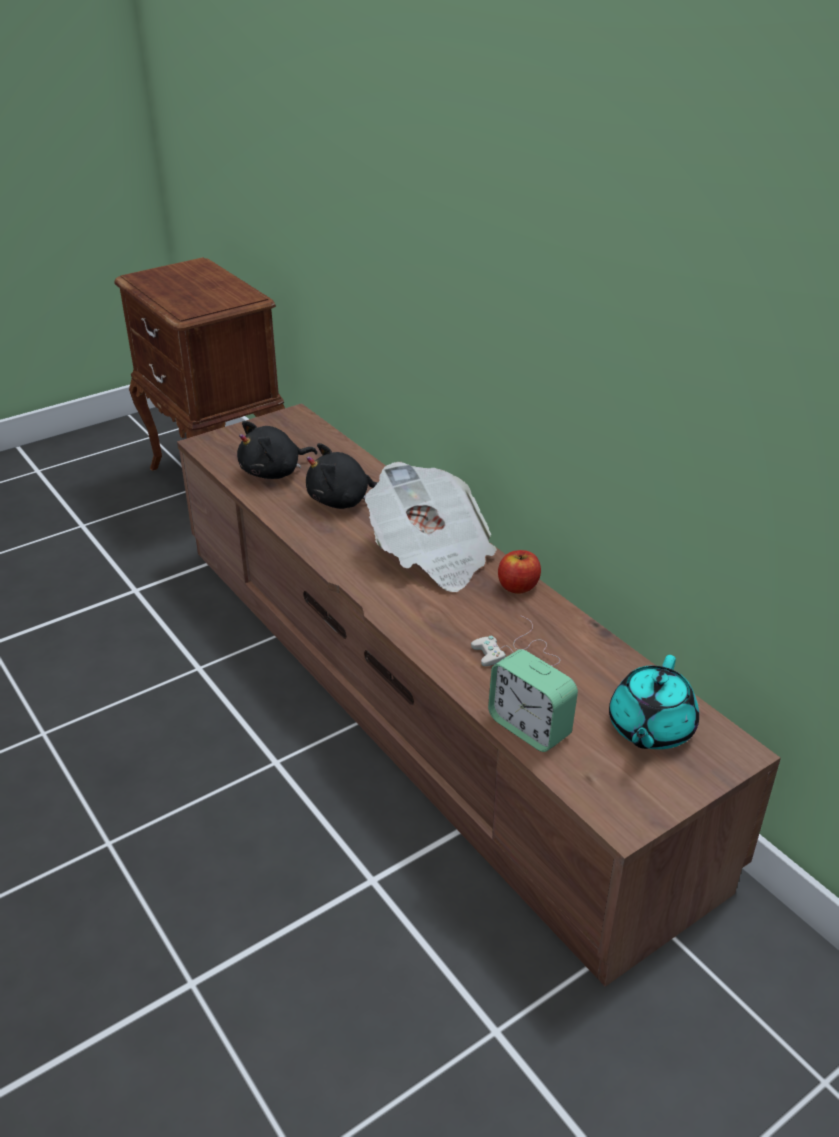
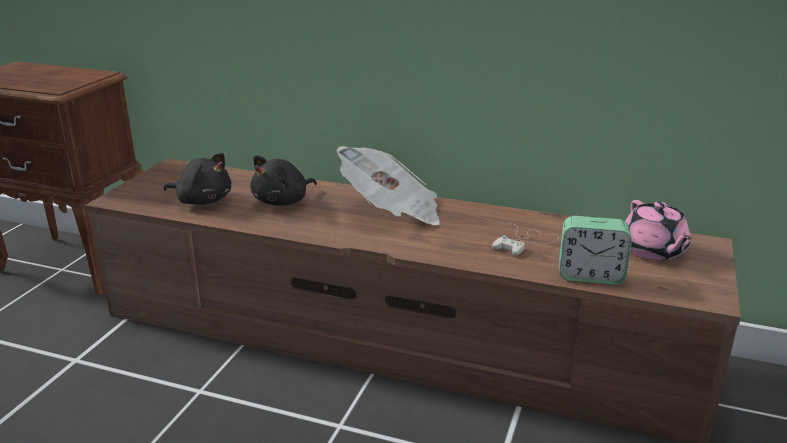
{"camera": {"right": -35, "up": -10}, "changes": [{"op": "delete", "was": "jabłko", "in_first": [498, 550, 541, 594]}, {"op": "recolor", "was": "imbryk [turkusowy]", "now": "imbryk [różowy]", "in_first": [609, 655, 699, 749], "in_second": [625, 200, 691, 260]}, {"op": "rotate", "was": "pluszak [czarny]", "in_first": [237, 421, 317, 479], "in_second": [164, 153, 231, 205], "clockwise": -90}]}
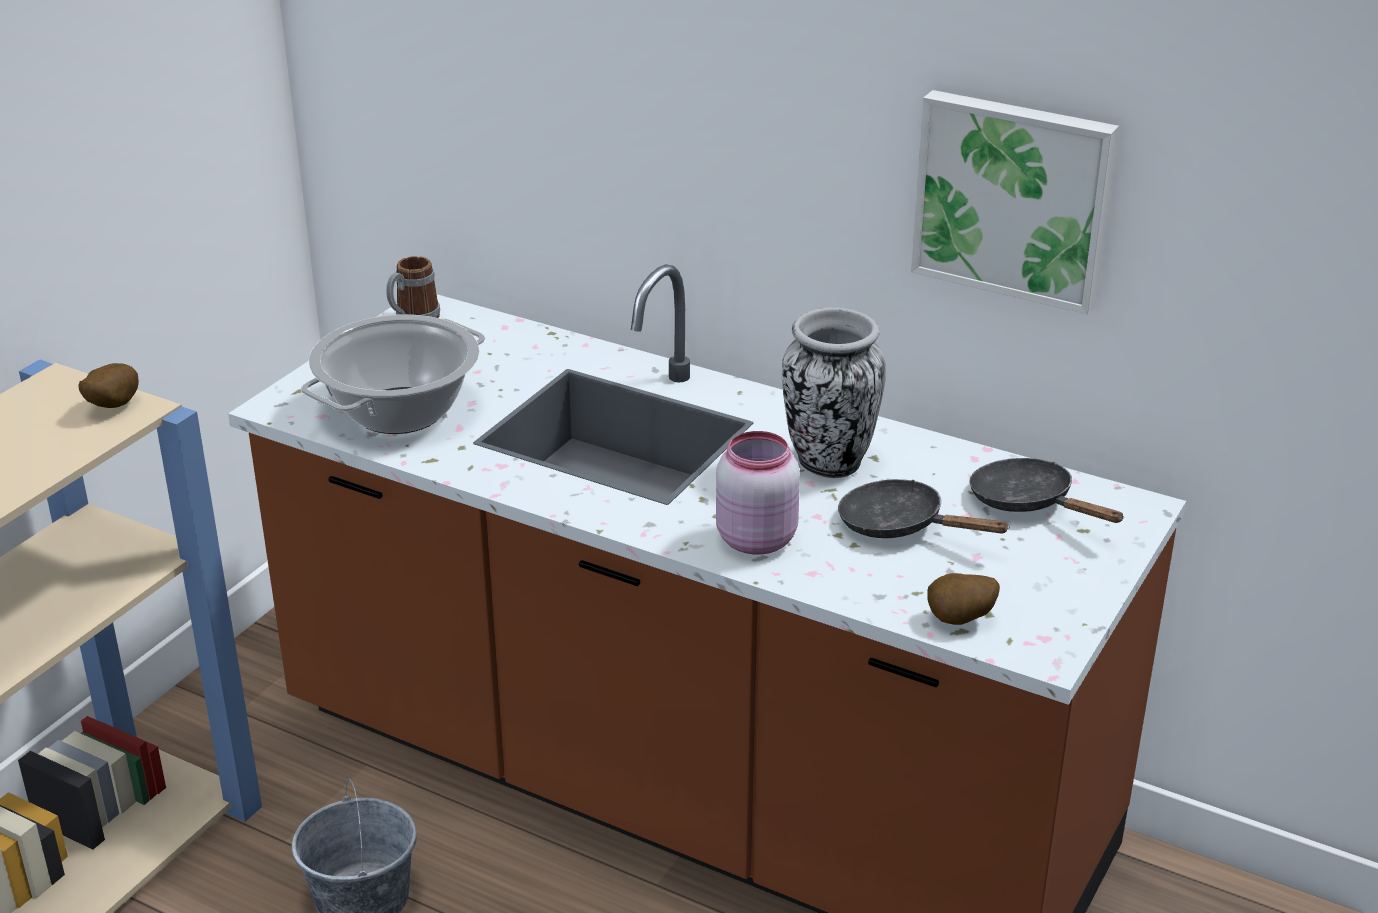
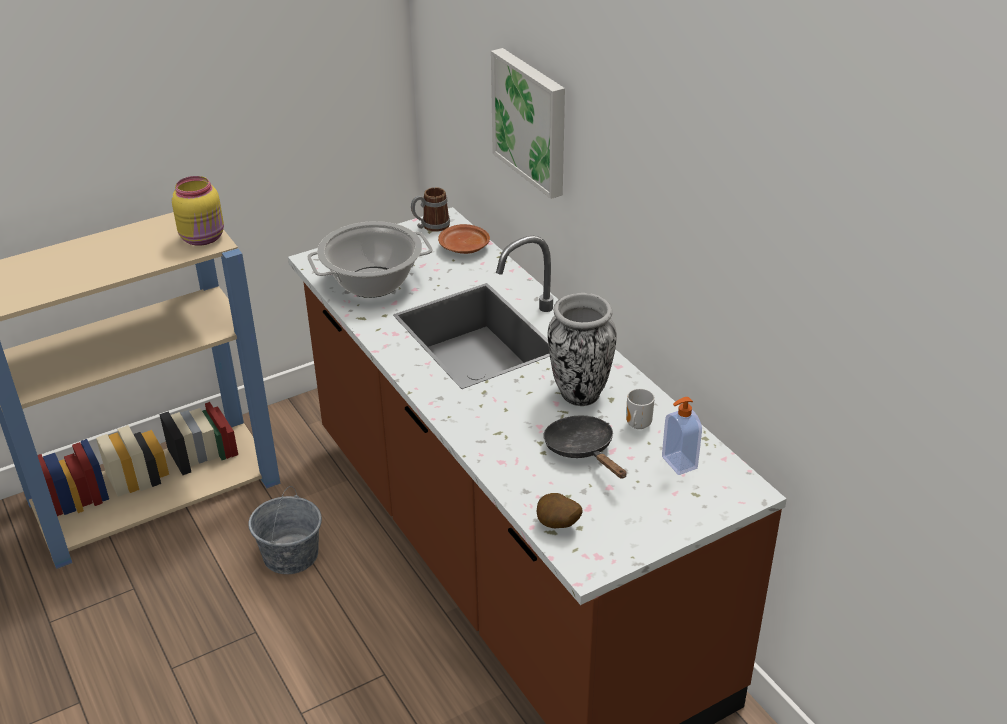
{"camera": {"right": 30, "up": 5}, "changes": [{"op": "delete", "was": "słoik [różowy]", "in_first": [716, 431, 800, 555]}, {"op": "insert", "now": "talerz [brązowy]", "in_second": [438, 224, 490, 254]}, {"op": "insert", "now": "kubek", "in_second": [626, 389, 655, 429]}, {"op": "move", "was": "obraz", "in_first": [911, 90, 1119, 314], "in_second": [491, 48, 565, 199]}, {"op": "replace", "was": "ziemniak", "now": "słoik [żółty]", "in_first": [78, 363, 139, 408], "in_second": [172, 176, 224, 246]}, {"op": "replace", "was": "patelnia [czarny]", "now": "dozownik mydła", "in_first": [969, 458, 1124, 523], "in_second": [662, 397, 702, 475]}]}
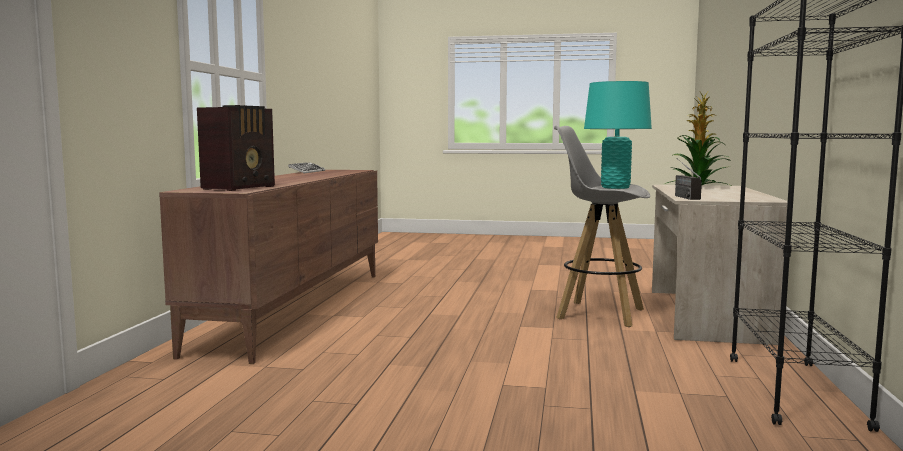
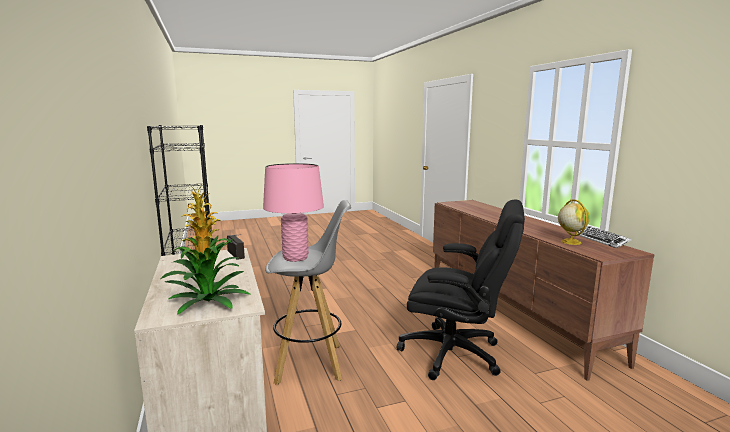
{"camera": {"right": 150, "up": 5}, "changes": [{"op": "delete", "was": "radio", "in_first": [197, 105, 275, 191]}, {"op": "insert", "now": "krzesło biurowe [czarny]", "in_second": [397, 200, 525, 380]}, {"op": "insert", "now": "globus", "in_second": [558, 199, 590, 245]}, {"op": "recolor", "was": "lampa stołowa [turkusowy]", "now": "lampa stołowa [różowy]", "in_first": [584, 81, 652, 189], "in_second": [263, 163, 324, 262]}]}
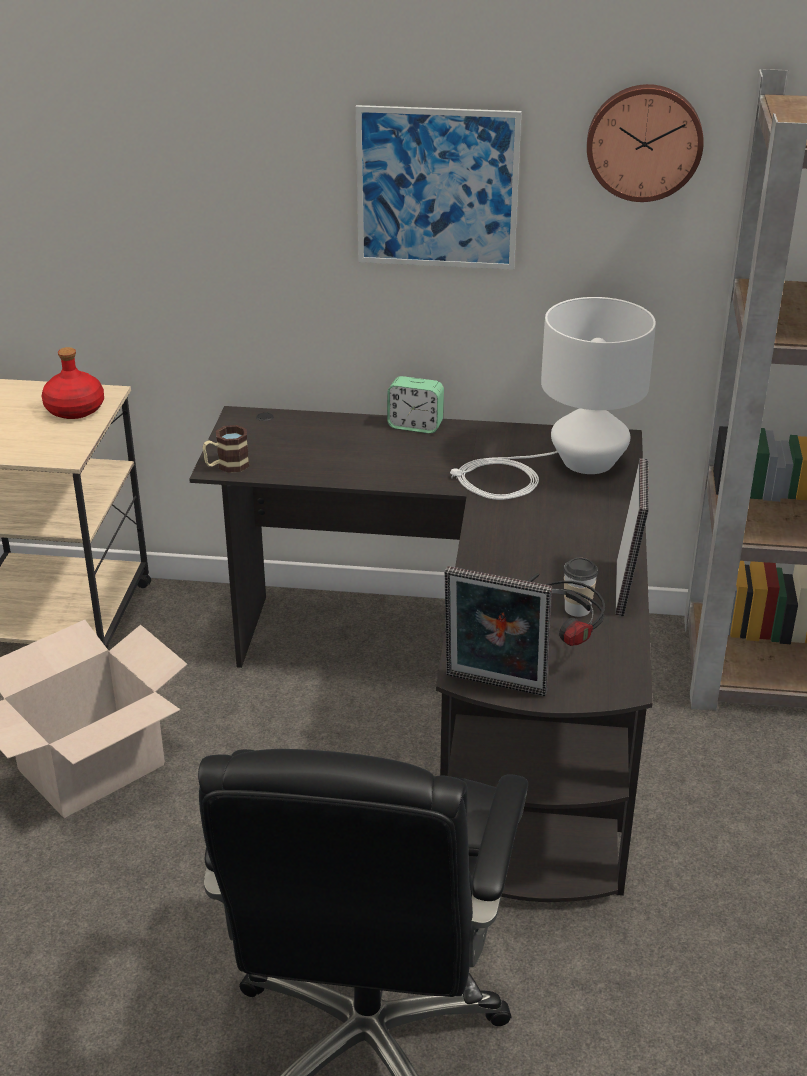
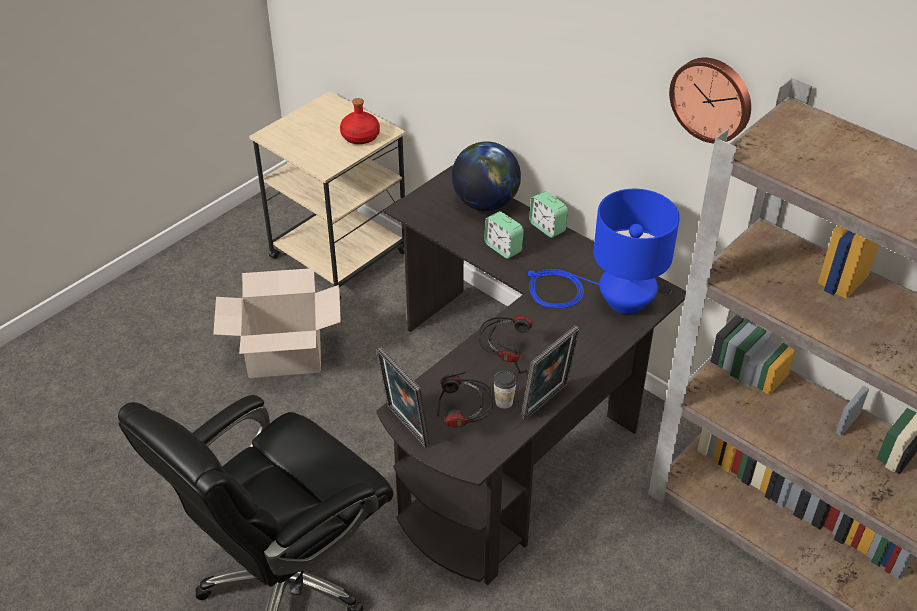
{"camera": {"right": 35, "up": 10}, "changes": [{"op": "delete", "was": "kubek", "in_first": [203, 425, 249, 473]}, {"op": "delete", "was": "obraz", "in_first": [356, 105, 522, 270]}, {"op": "insert", "now": "globus", "in_second": [451, 141, 521, 211]}, {"op": "insert", "now": "słuchawki", "in_second": [479, 315, 533, 374]}, {"op": "insert", "now": "budzik", "in_second": [484, 211, 524, 259]}, {"op": "recolor", "was": "lampa stołowa [biały]", "now": "lampa stołowa [niebieski]", "in_first": [450, 297, 656, 500], "in_second": [528, 189, 680, 314]}]}
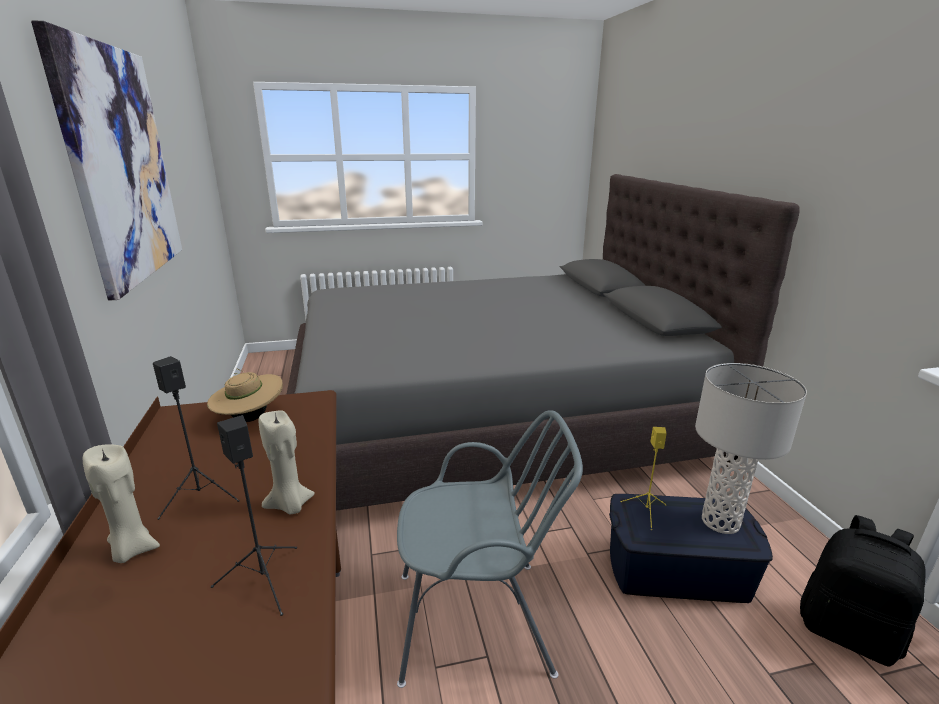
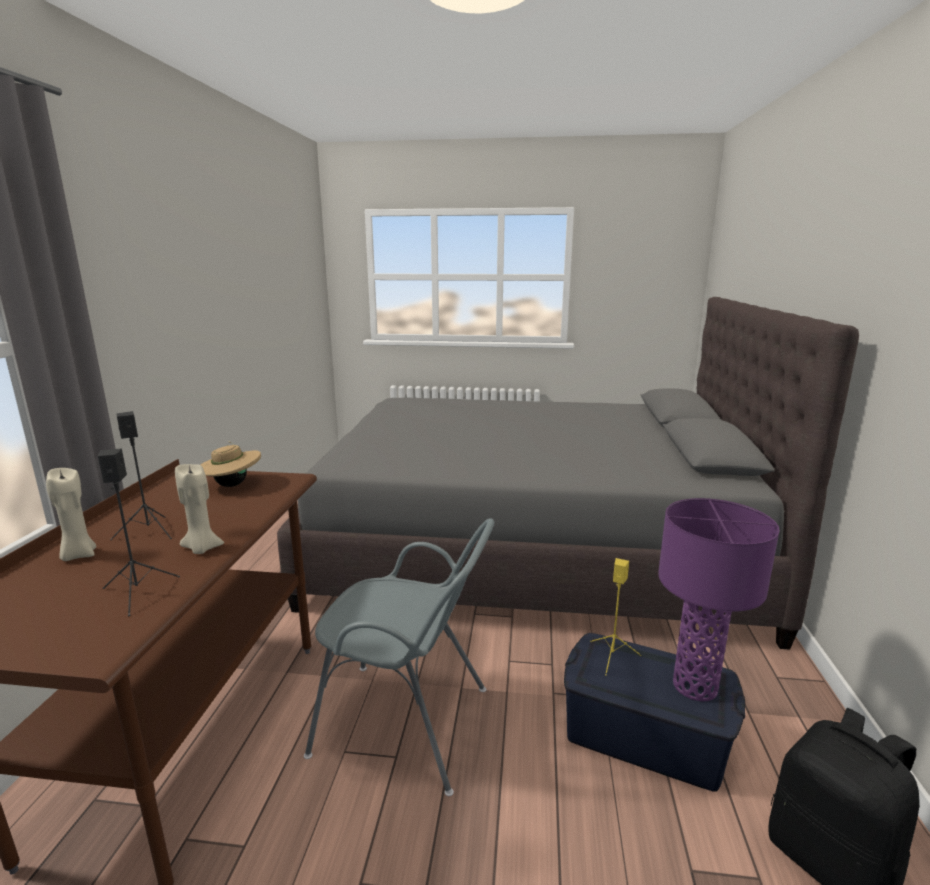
{"camera": {"right": 20, "up": -5}, "changes": [{"op": "delete", "was": "obraz", "in_first": [31, 20, 182, 301]}, {"op": "recolor", "was": "lampa stołowa [biały]", "now": "lampa stołowa [fioletowy]", "in_first": [695, 363, 807, 534], "in_second": [658, 498, 779, 701]}]}
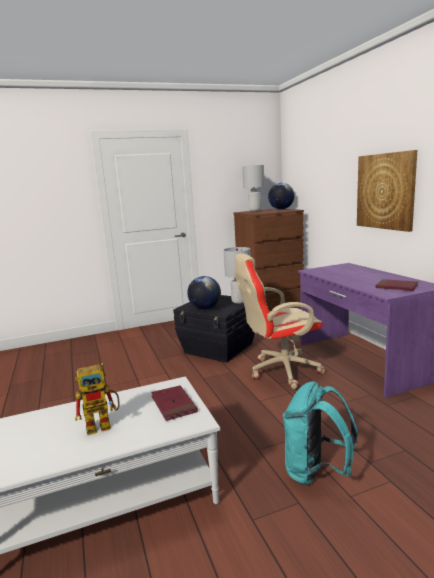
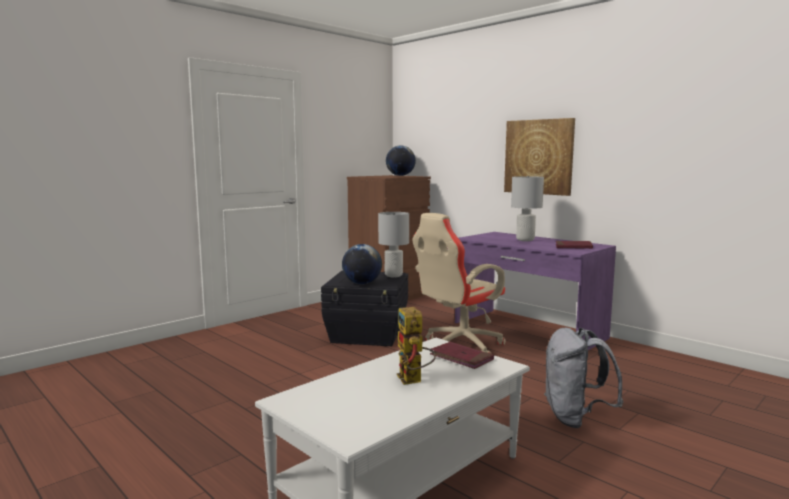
{"camera": {"right": -25, "up": -5}, "changes": [{"op": "move", "was": "lampa stołowa [szary]", "in_first": [242, 165, 265, 211], "in_second": [511, 176, 544, 241]}, {"op": "recolor", "was": "plecak [turkusowy]", "now": "plecak [szary]", "in_first": [282, 381, 357, 485], "in_second": [544, 327, 623, 428]}, {"op": "rotate", "was": "robot zabawkowy", "in_first": [75, 363, 119, 435], "in_second": [397, 307, 436, 385], "clockwise": 120}]}
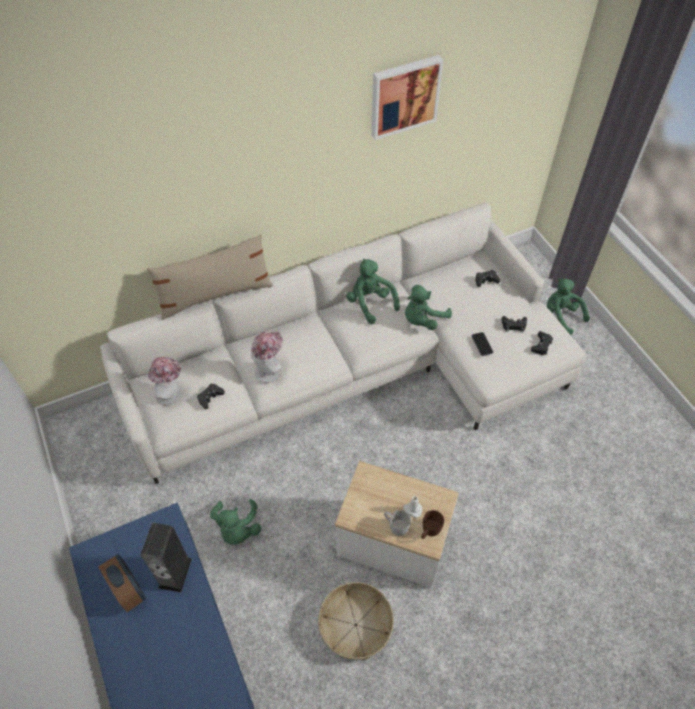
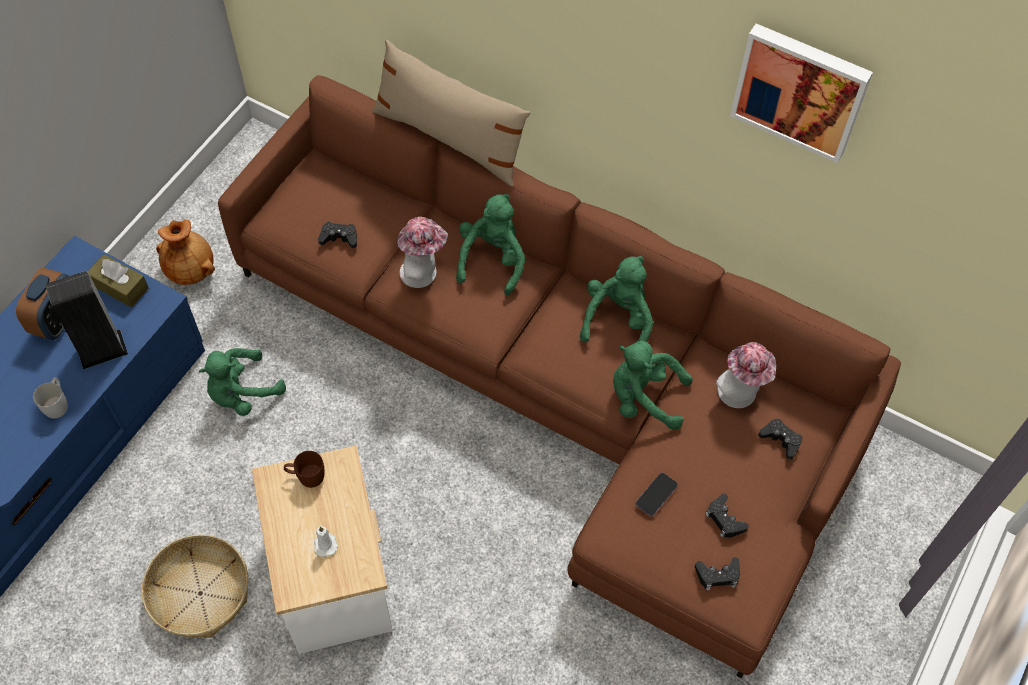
{"camera": {"right": 55, "up": 5}, "changes": [{"op": "insert", "now": "pudełko chusteczek [brązowy]", "in_second": [88, 254, 149, 307]}, {"op": "insert", "now": "wazon [brązowy]", "in_second": [156, 220, 215, 285]}, {"op": "move", "was": "kapelusz", "in_first": [148, 356, 182, 405], "in_second": [716, 342, 776, 408]}, {"op": "move", "was": "kubek [biały]", "in_first": [384, 510, 411, 536], "in_second": [33, 378, 68, 419]}, {"op": "move", "was": "kubek [brązowy]", "in_first": [421, 510, 444, 539], "in_second": [284, 451, 324, 488]}, {"op": "move", "was": "pluszak [zielony]", "in_first": [547, 278, 590, 335], "in_second": [456, 194, 525, 296]}, {"op": "recolor", "was": "kanapa [biały]", "now": "kanapa [brązowy]", "in_first": [100, 202, 586, 484], "in_second": [218, 75, 901, 678]}]}
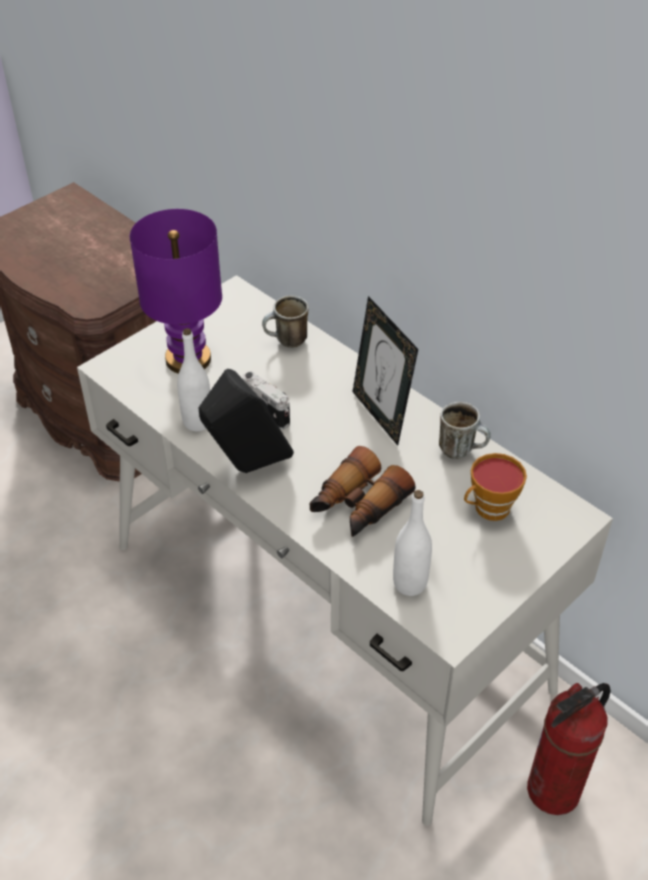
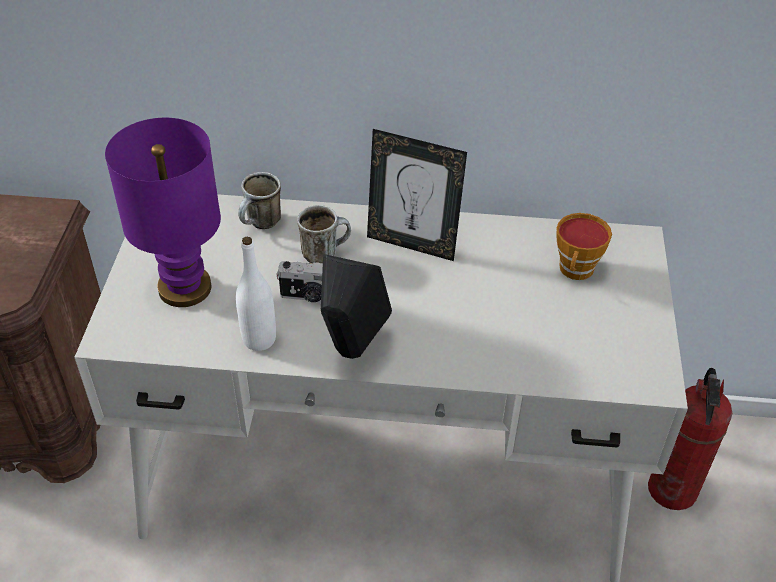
{"camera": {"right": -40, "up": 0}, "changes": [{"op": "delete", "was": "lornetka", "in_first": [310, 446, 416, 537]}, {"op": "delete", "was": "butelka [biały]", "in_first": [393, 490, 432, 596]}, {"op": "move", "was": "kubek", "in_first": [439, 402, 491, 459], "in_second": [297, 205, 351, 264]}]}
